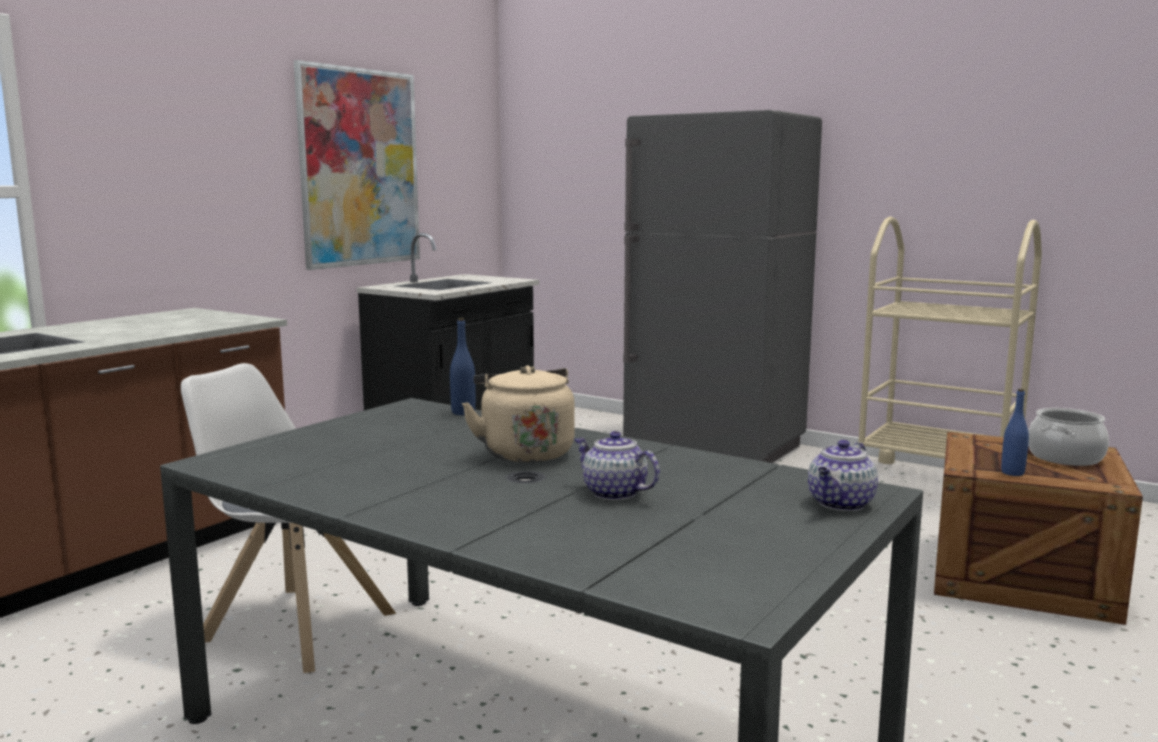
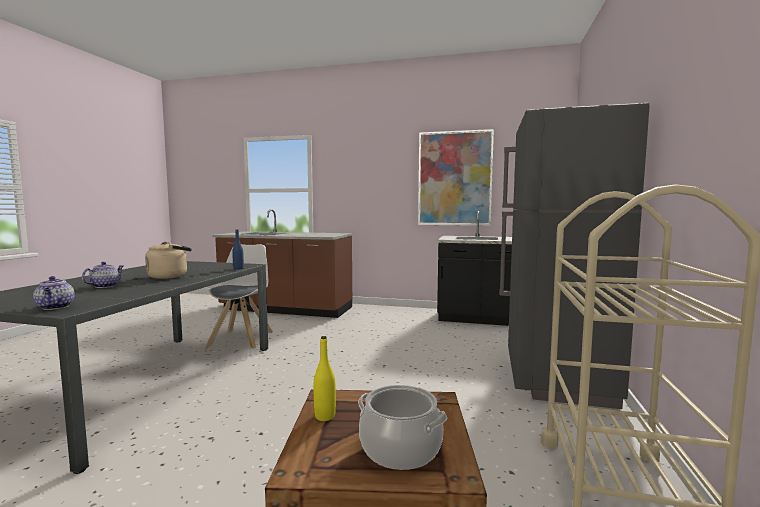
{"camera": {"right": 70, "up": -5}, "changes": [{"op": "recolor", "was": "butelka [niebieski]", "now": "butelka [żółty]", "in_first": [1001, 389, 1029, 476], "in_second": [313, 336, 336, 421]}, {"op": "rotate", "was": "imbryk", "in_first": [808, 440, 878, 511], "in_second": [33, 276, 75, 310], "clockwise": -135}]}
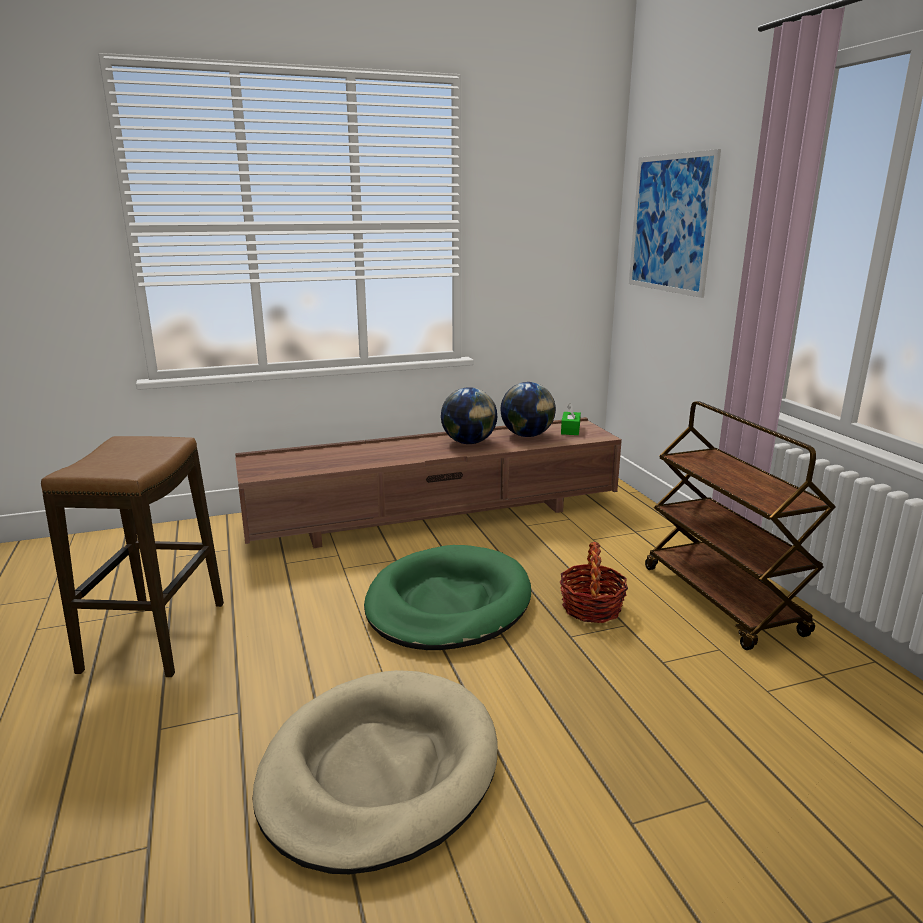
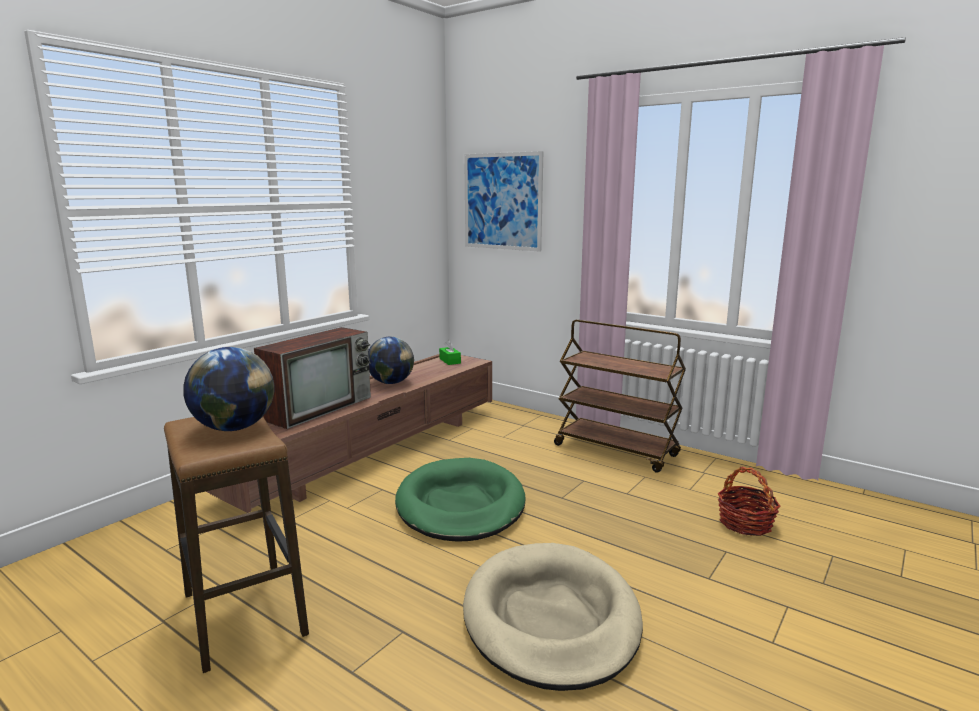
{"camera": {"right": -35, "up": -5}, "changes": [{"op": "insert", "now": "telewizor", "in_second": [254, 327, 371, 429]}, {"op": "move", "was": "globus", "in_first": [500, 382, 556, 437], "in_second": [183, 347, 274, 431]}, {"op": "move", "was": "koszyk", "in_first": [560, 542, 628, 623], "in_second": [717, 467, 781, 536]}]}
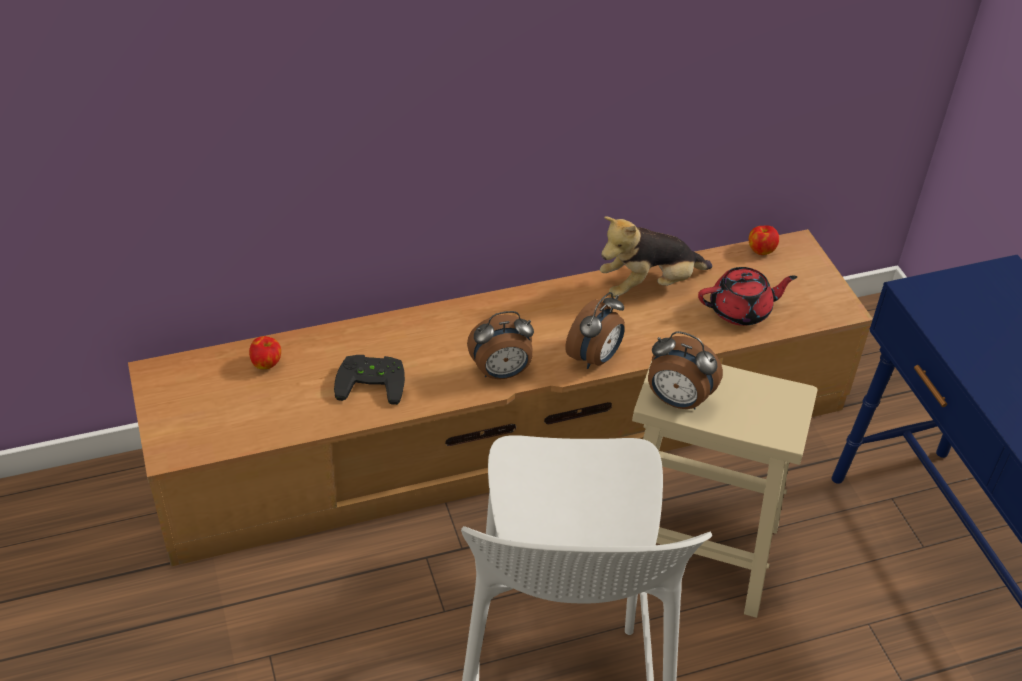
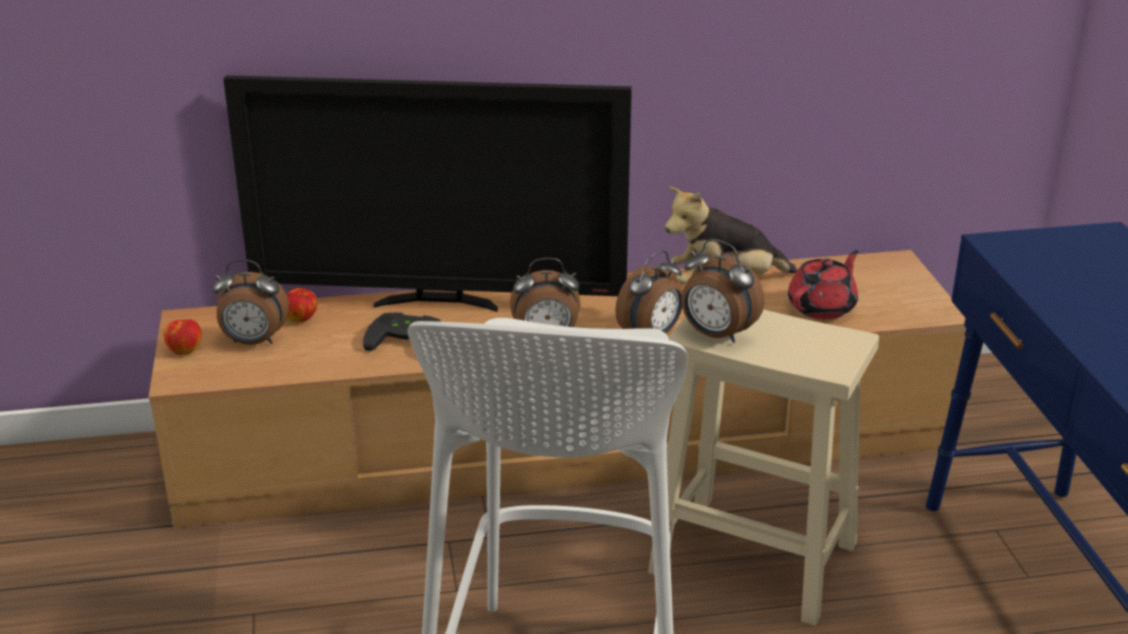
{"camera": {"right": 10, "up": -15}, "changes": [{"op": "insert", "now": "budzik", "in_second": [213, 259, 289, 345]}, {"op": "insert", "now": "telewizor", "in_second": [223, 75, 632, 312]}, {"op": "move", "was": "jabłko", "in_first": [749, 226, 779, 255], "in_second": [163, 319, 202, 355]}, {"op": "rotate", "was": "imbryk [czerwony]", "in_first": [698, 267, 797, 326], "in_second": [788, 250, 859, 319], "clockwise": -45}]}
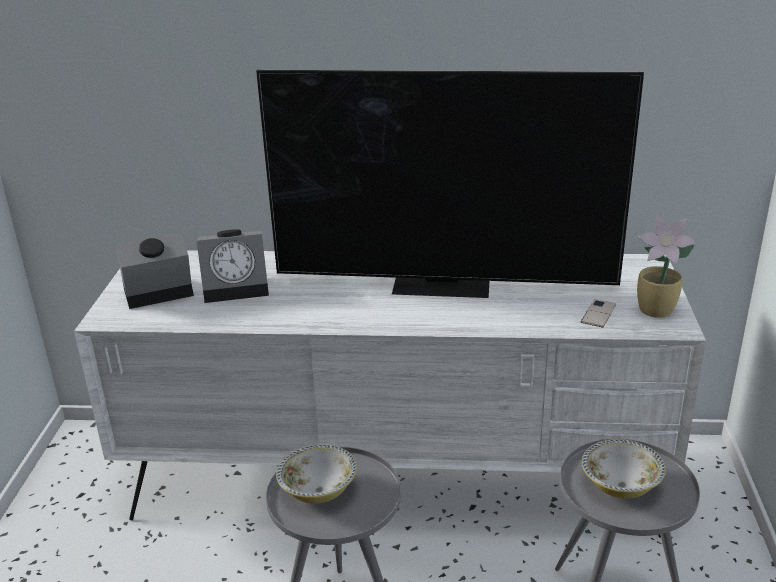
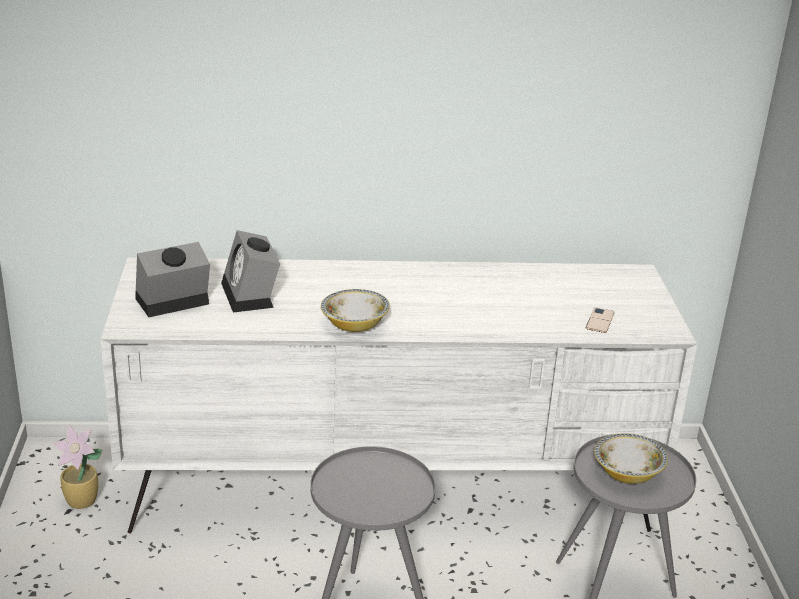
{"camera": {"right": -10, "up": 0}, "changes": [{"op": "delete", "was": "telewizor", "in_first": [256, 70, 644, 298]}, {"op": "move", "was": "miska", "in_first": [276, 444, 357, 504], "in_second": [321, 289, 390, 332]}, {"op": "move", "was": "roślina doniczkowa", "in_first": [637, 215, 696, 318], "in_second": [54, 425, 102, 509]}, {"op": "rotate", "was": "budzik", "in_first": [197, 229, 269, 303], "in_second": [221, 230, 280, 312], "clockwise": 90}]}
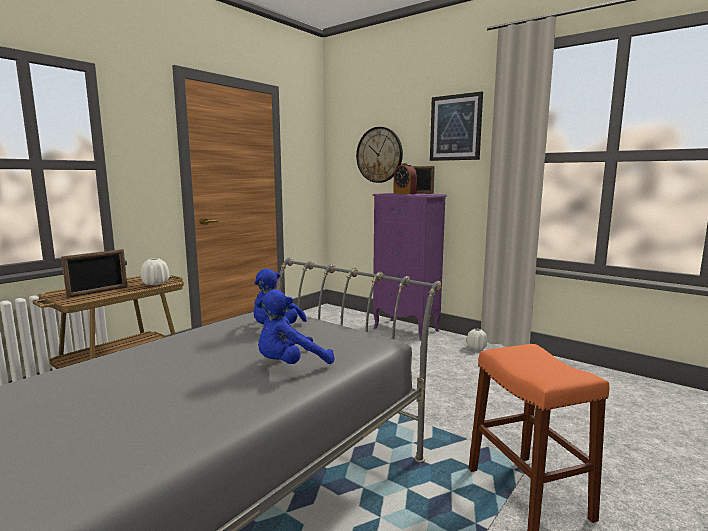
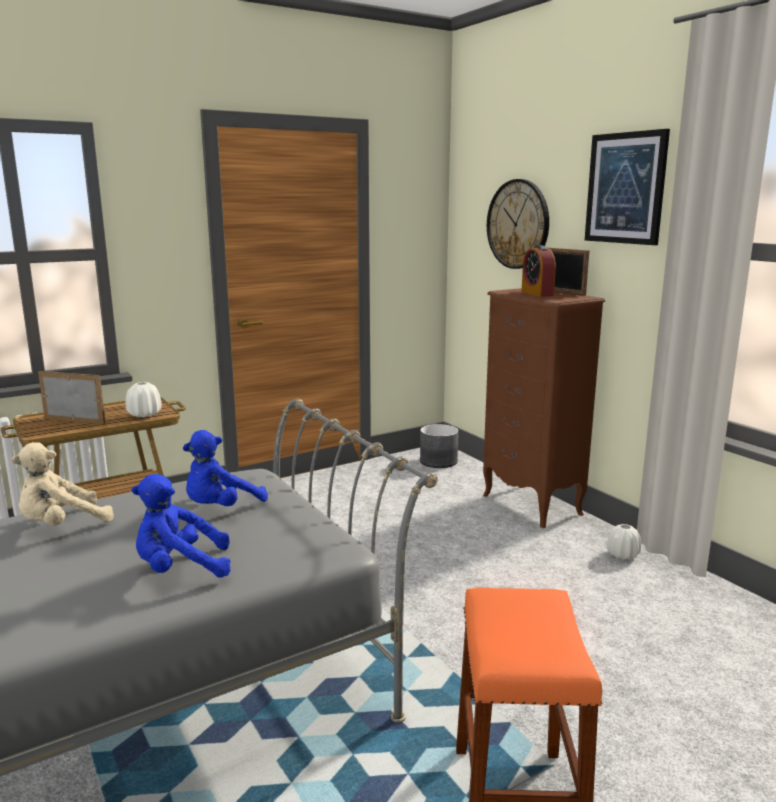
{"camera": {"right": 20, "up": 5}, "changes": [{"op": "insert", "now": "pluszak [beżowy]", "in_second": [11, 442, 114, 526]}, {"op": "insert", "now": "donica [szary]", "in_second": [420, 424, 459, 468]}, {"op": "recolor", "was": "komoda [fioletowy]", "now": "komoda [brązowy]", "in_first": [372, 193, 447, 341], "in_second": [483, 288, 605, 528]}, {"op": "rotate", "was": "ramka na zdjęcie", "in_first": [61, 249, 127, 298], "in_second": [38, 371, 106, 425], "clockwise": -135}]}
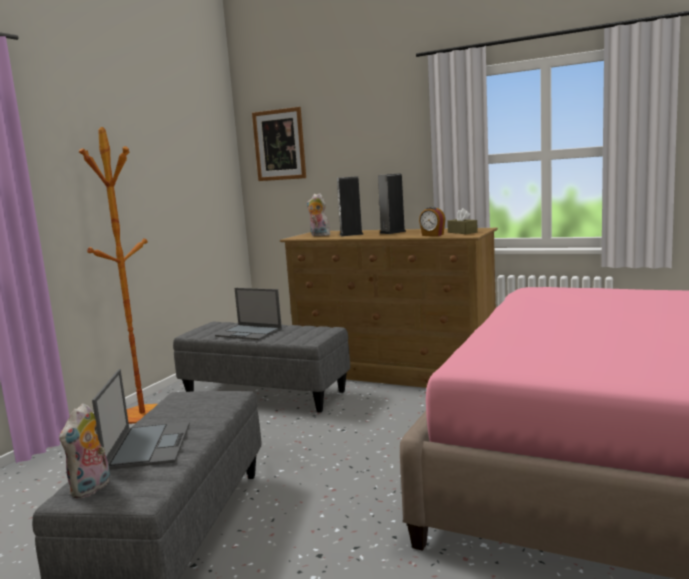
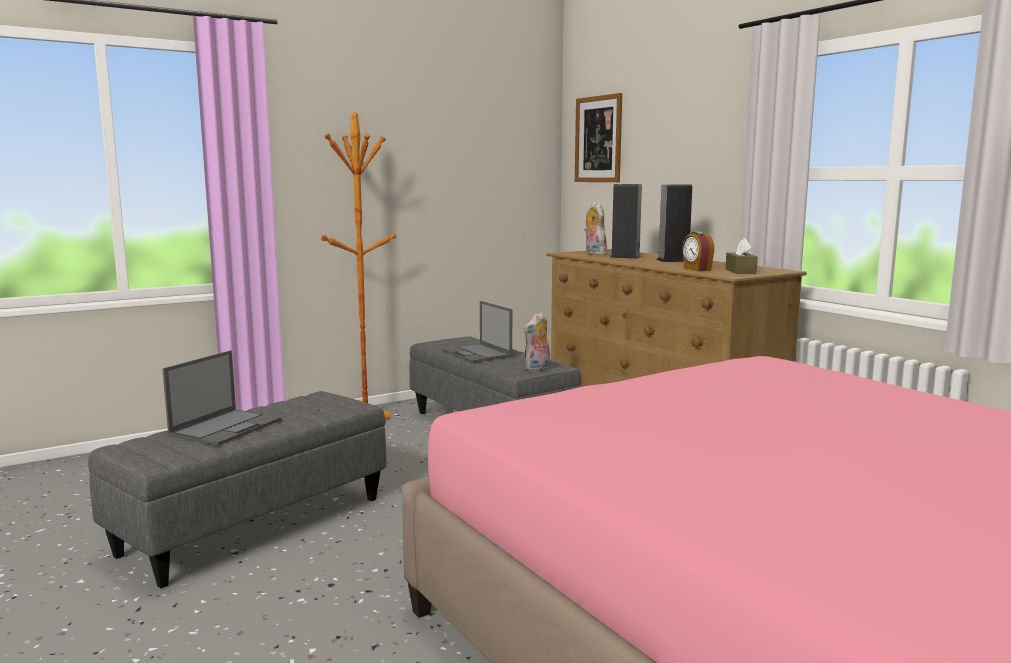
{"camera": {"right": 30, "up": 0}, "changes": [{"op": "move", "was": "pluszak", "in_first": [59, 403, 110, 498], "in_second": [524, 312, 550, 371]}]}
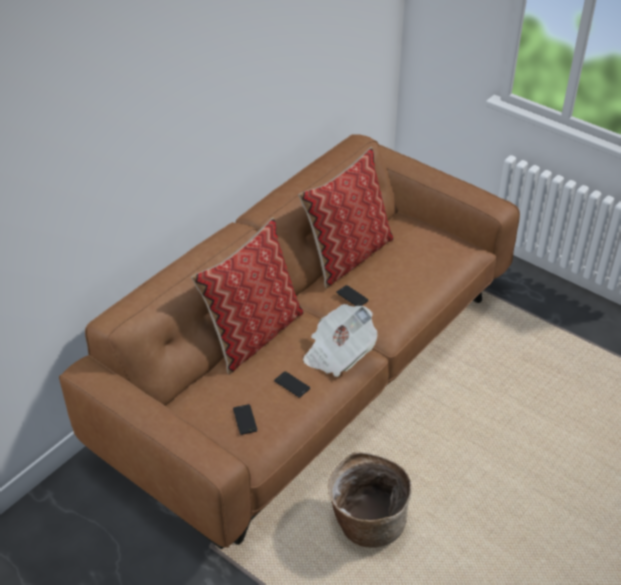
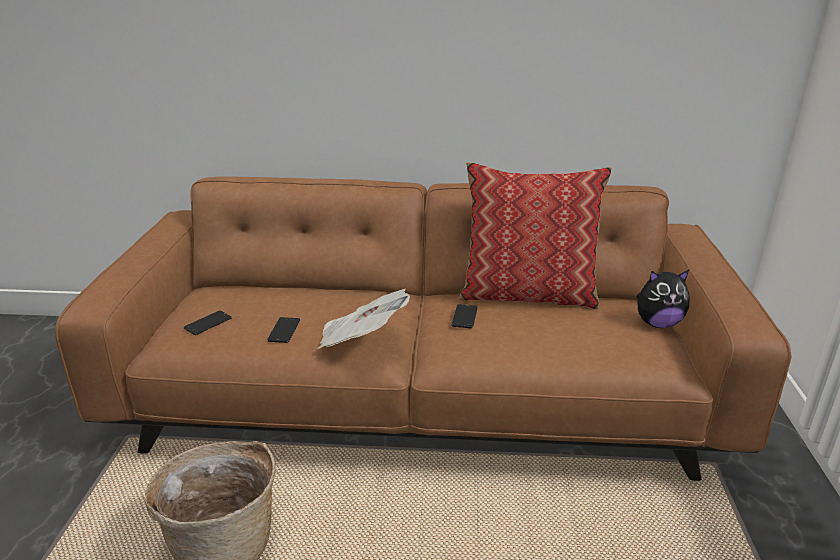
{"camera": {"right": 55, "up": -15}, "changes": [{"op": "delete", "was": "poduszka", "in_first": [191, 217, 304, 375]}, {"op": "insert", "now": "pluszak", "in_second": [636, 270, 690, 328]}]}
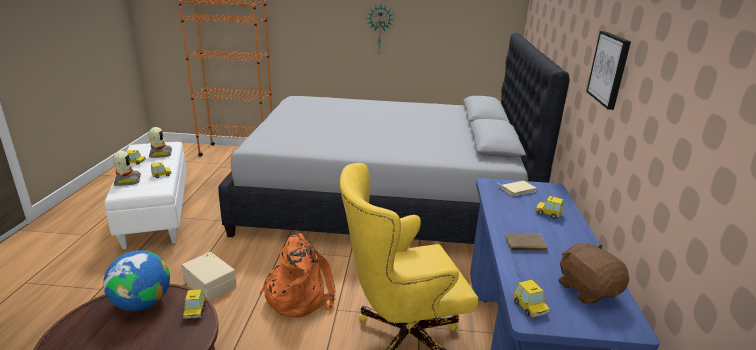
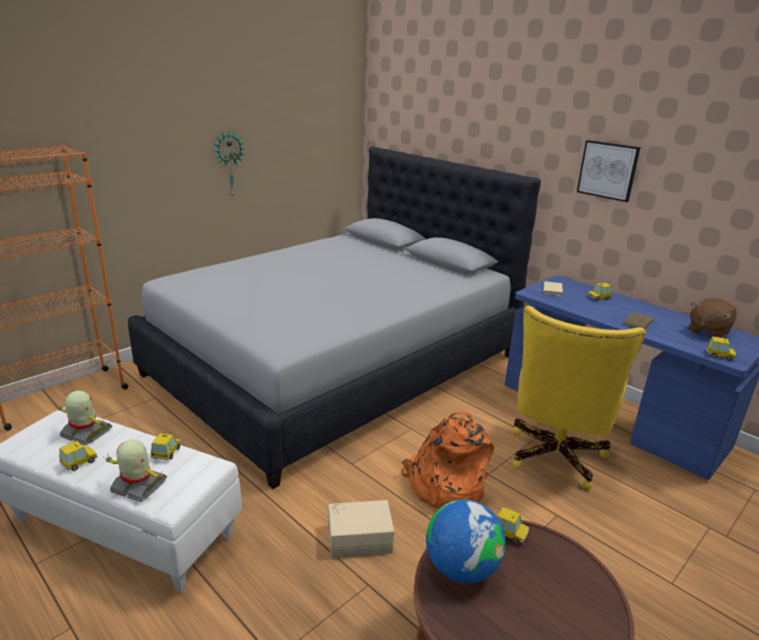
{"camera": {"right": -50, "up": 0}, "changes": [{"op": "rotate", "was": "pluszak [brązowy]", "in_first": [559, 243, 629, 303], "in_second": [688, 298, 737, 339], "clockwise": -60}]}
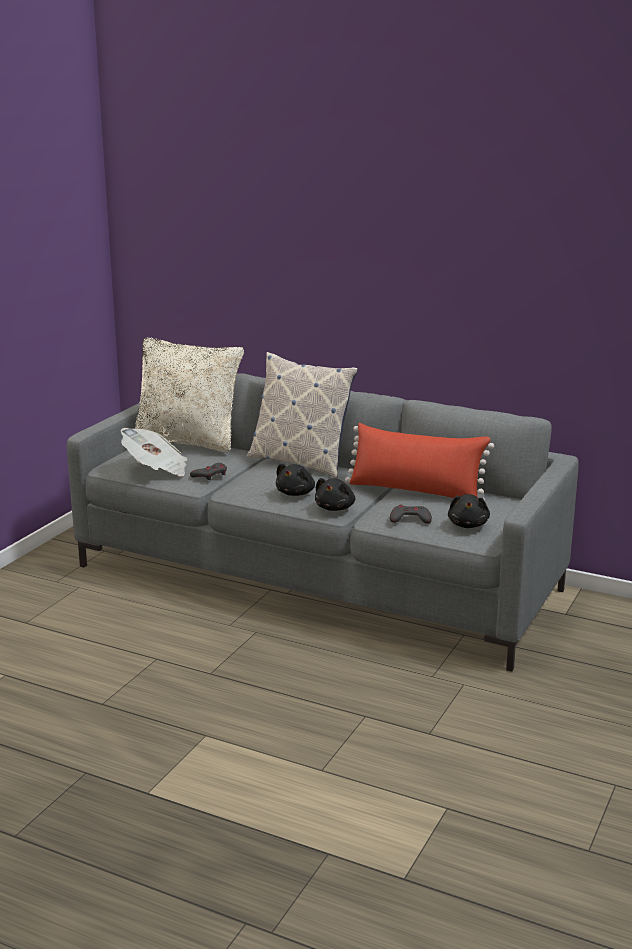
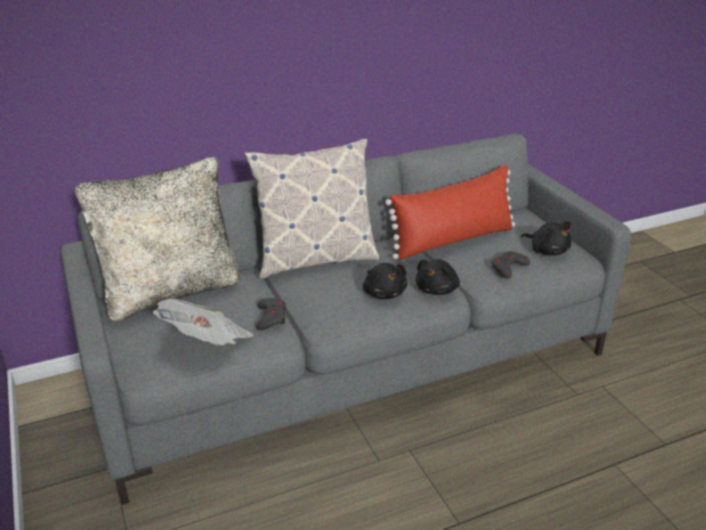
{"camera": {"right": -50, "up": 10}, "changes": [{"op": "rotate", "was": "pluszak [czarny]", "in_first": [315, 478, 355, 511], "in_second": [416, 259, 460, 295], "clockwise": 60}]}
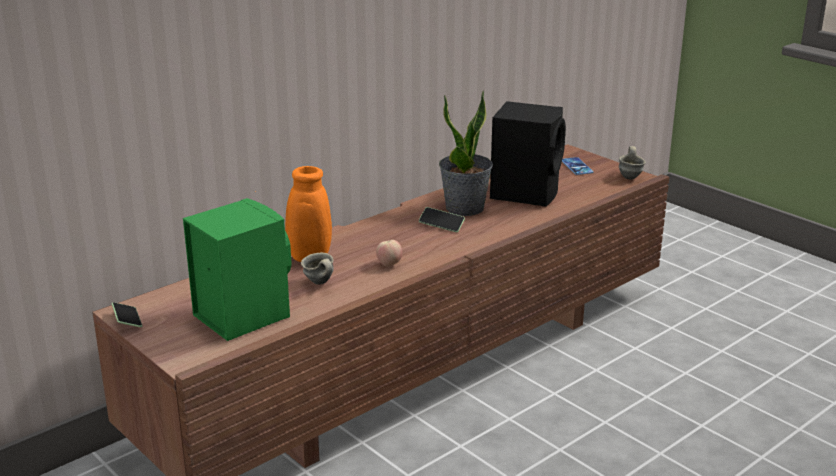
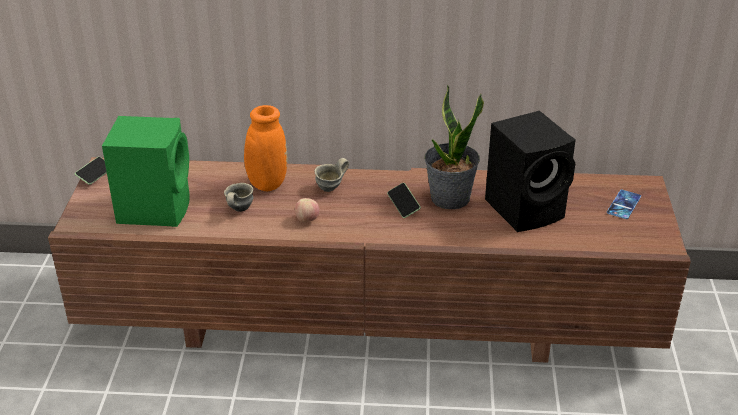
{"camera": {"right": 45, "up": 10}, "changes": [{"op": "move", "was": "kubek [szary]", "in_first": [619, 146, 646, 180], "in_second": [314, 158, 349, 192]}]}
